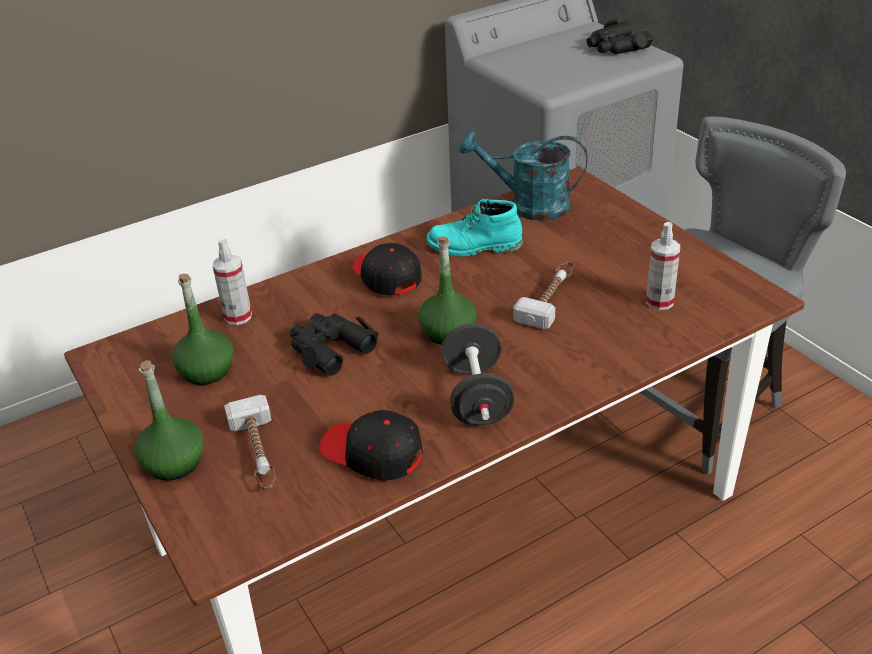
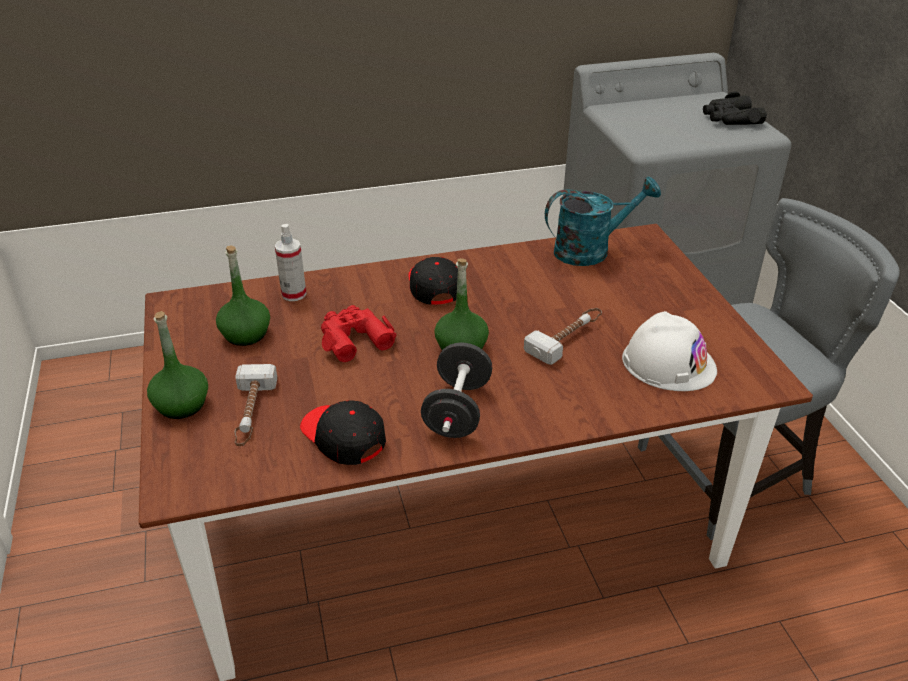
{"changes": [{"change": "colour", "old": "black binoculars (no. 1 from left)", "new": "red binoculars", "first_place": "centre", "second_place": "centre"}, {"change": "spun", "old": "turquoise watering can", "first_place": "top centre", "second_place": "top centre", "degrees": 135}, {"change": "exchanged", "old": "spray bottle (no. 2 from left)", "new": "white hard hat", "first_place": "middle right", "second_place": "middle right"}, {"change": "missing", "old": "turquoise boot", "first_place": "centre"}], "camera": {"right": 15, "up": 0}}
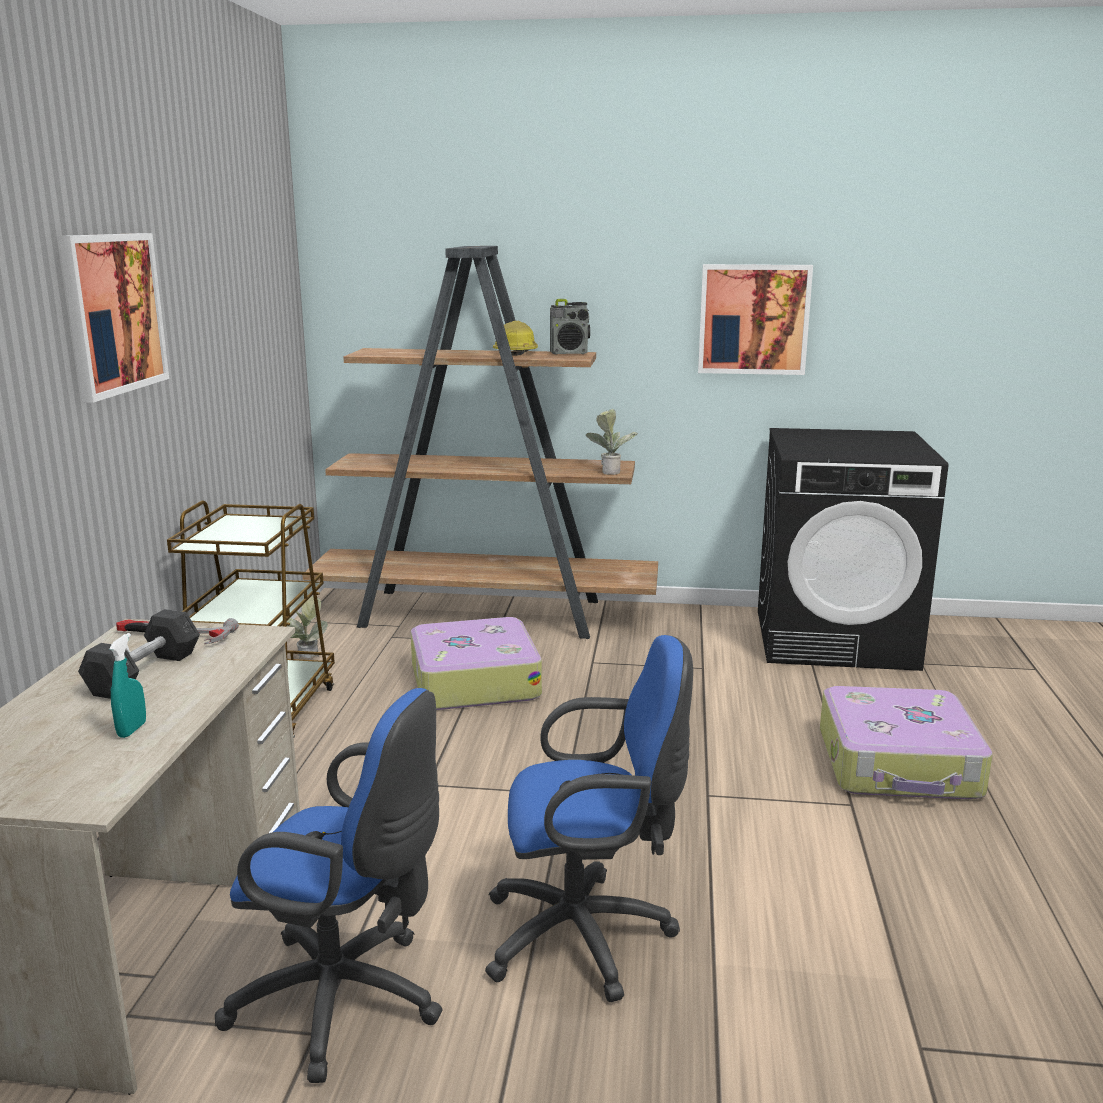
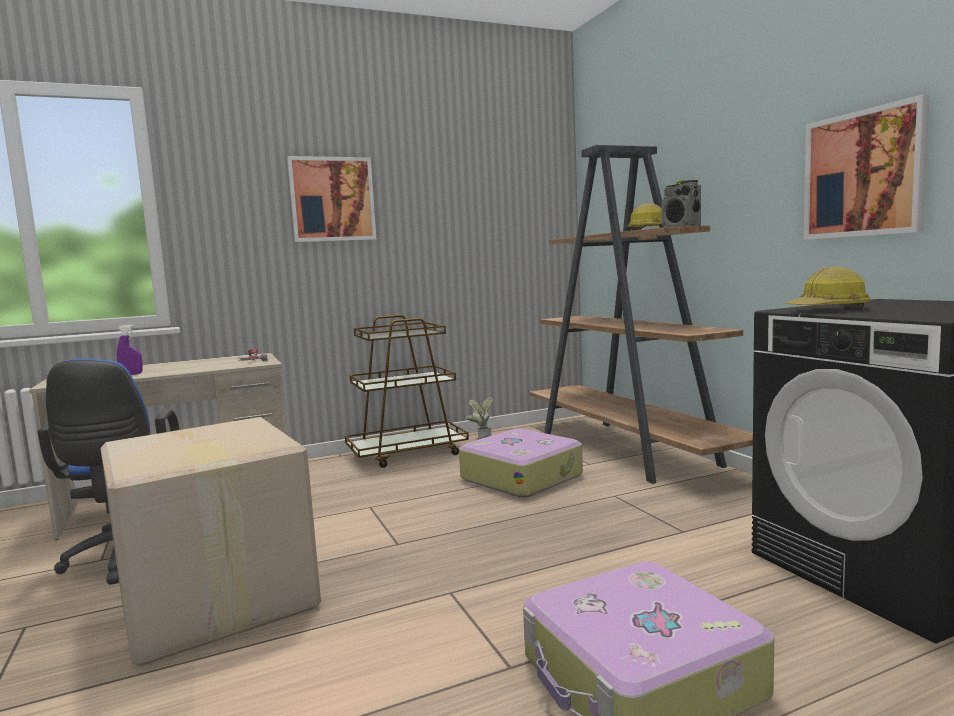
{"changes": [{"change": "exchanged", "old": "blue office chair (no. 2 from left)", "new": "cardboard box", "first_place": "bottom centre", "second_place": "bottom left"}, {"change": "colour", "old": "turquoise spray bottle", "new": "purple spray bottle", "first_place": "middle left", "second_place": "middle left"}, {"change": "appeared", "new": "hard hat (no. 2 from left)", "second_place": "middle right"}, {"change": "missing", "old": "grey dumbbell", "first_place": "middle left"}, {"change": "missing", "old": "potted plant (no. 2 from left)", "first_place": "centre"}], "camera": {"right": 60, "up": -10}}
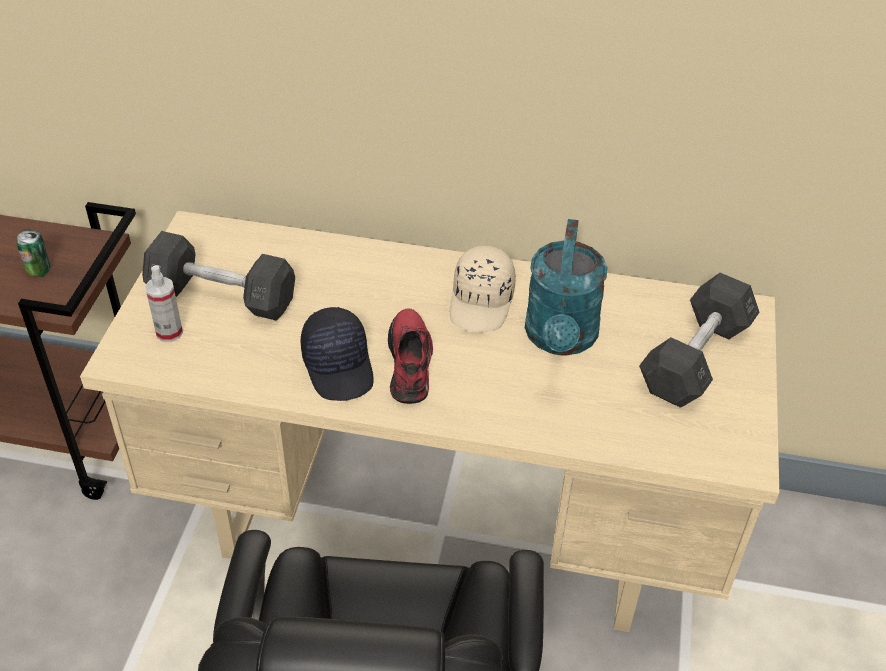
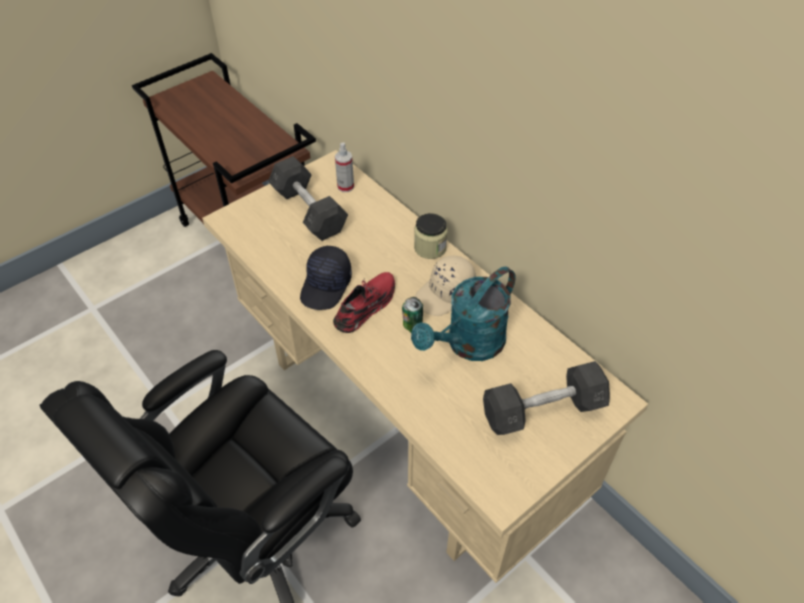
{"changes": [{"change": "relocated", "old": "spray bottle", "first_place": "middle left", "second_place": "top centre"}, {"change": "relocated", "old": "can", "first_place": "middle left", "second_place": "centre"}, {"change": "appeared", "new": "jar", "second_place": "centre"}], "camera": {"right": 40, "up": 5}}
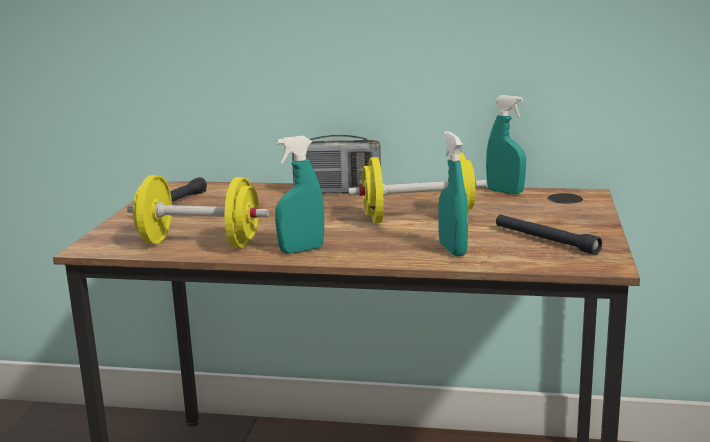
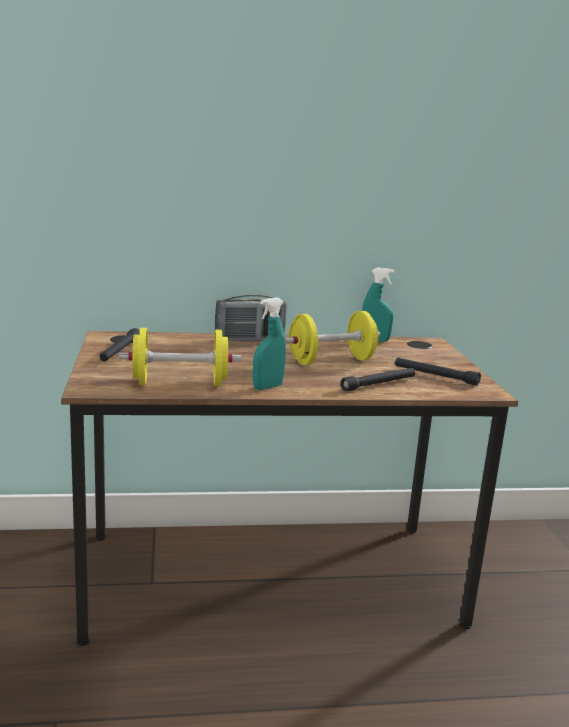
{"changes": [{"change": "exchanged", "old": "turquoise spray bottle (no. 2 from left)", "new": "black flashlight (no. 2 from left)", "first_place": "centre", "second_place": "centre"}], "camera": {"right": -20, "up": 0}}
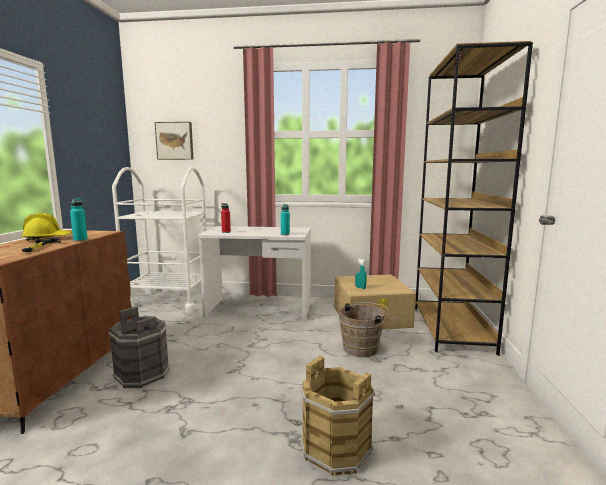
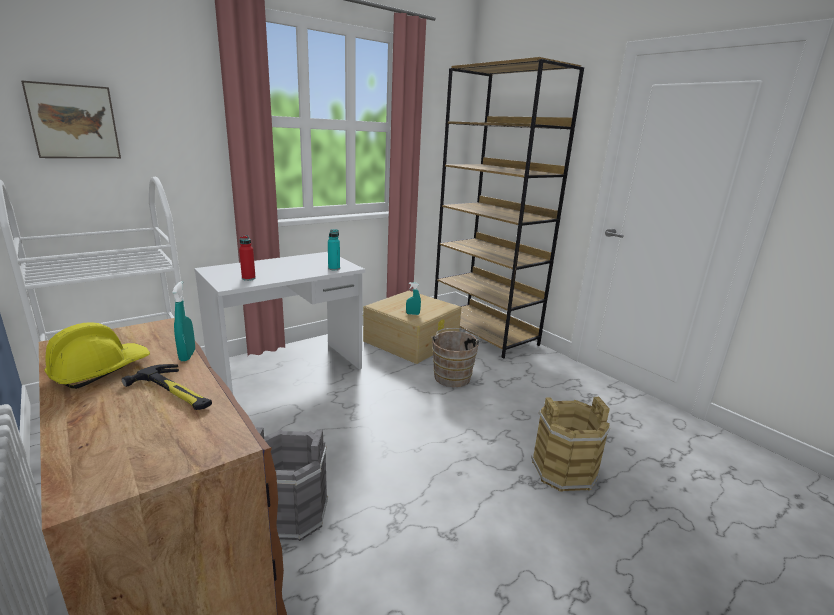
{"changes": [{"change": "exchanged", "old": "turquoise bottle (no. 1 from left)", "new": "turquoise spray bottle (no. 1 from left)", "first_place": "middle left", "second_place": "middle left"}], "camera": {"right": -45, "up": 10}}
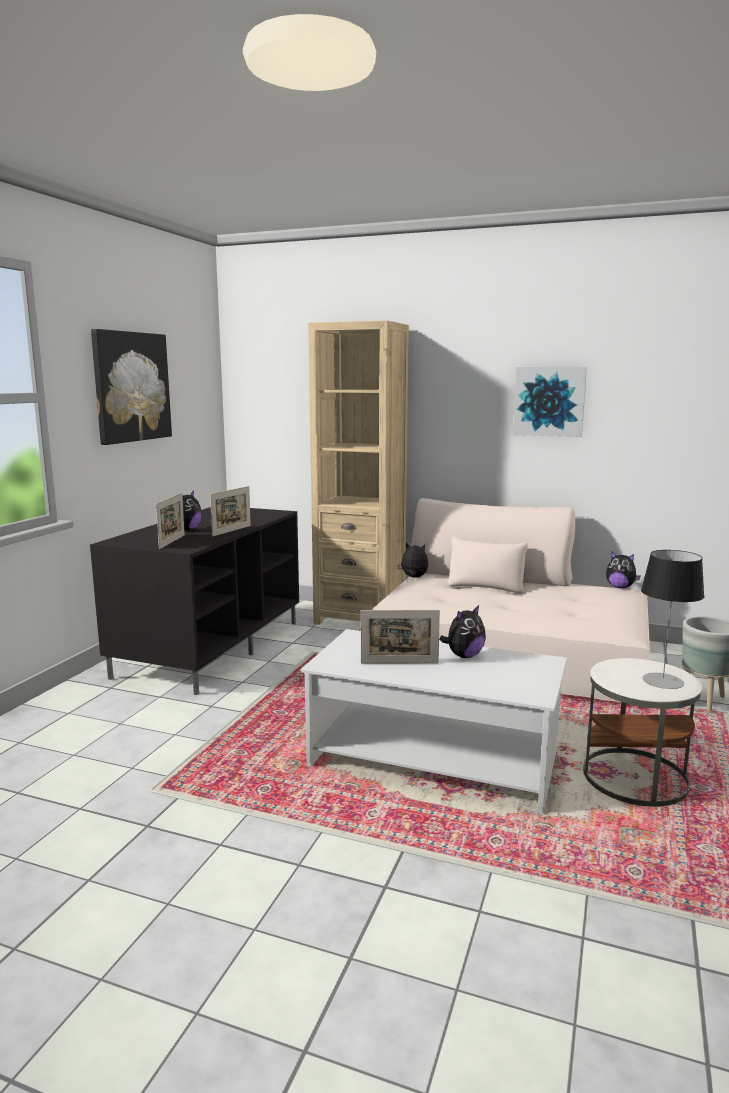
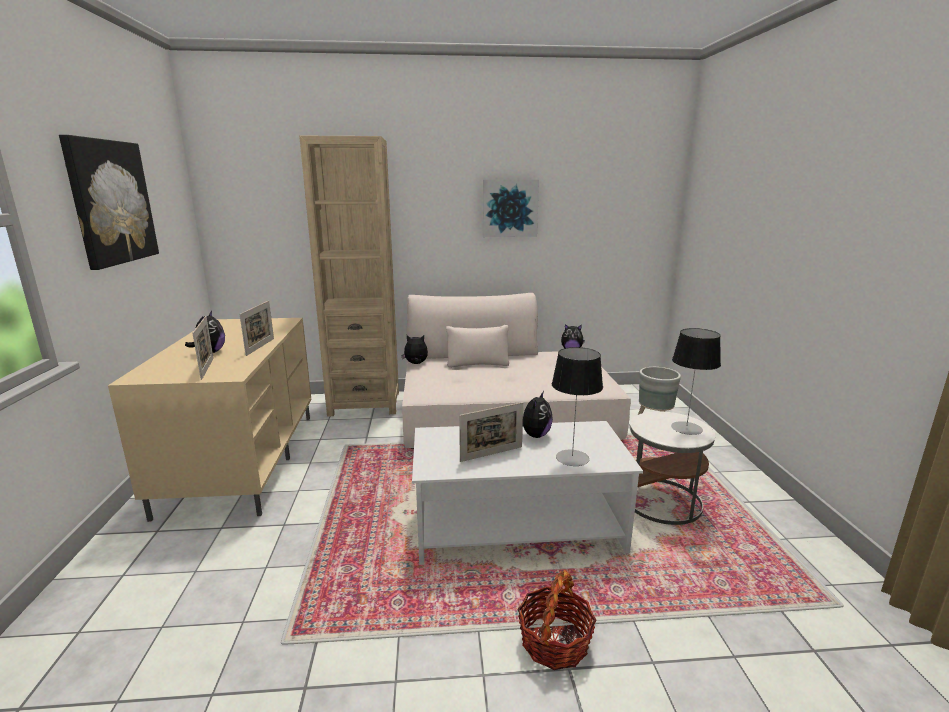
{"changes": [{"change": "colour", "old": "black tv stand", "new": "beige tv stand", "first_place": "middle left", "second_place": "middle left"}, {"change": "appeared", "new": "basket", "second_place": "bottom centre"}, {"change": "appeared", "new": "table lamp (no. 1 from left)", "second_place": "centre"}], "camera": {"right": -25, "up": 5}}
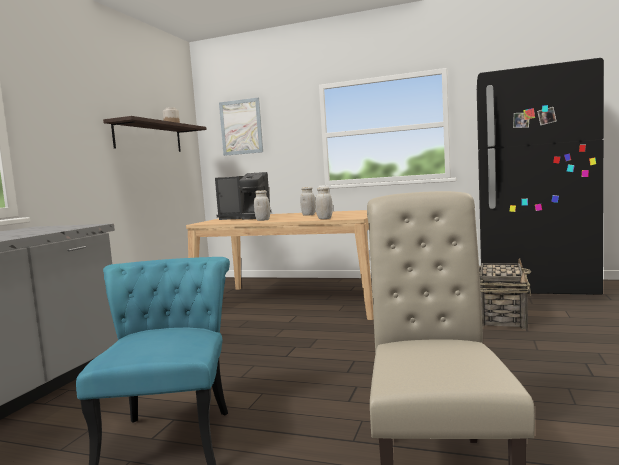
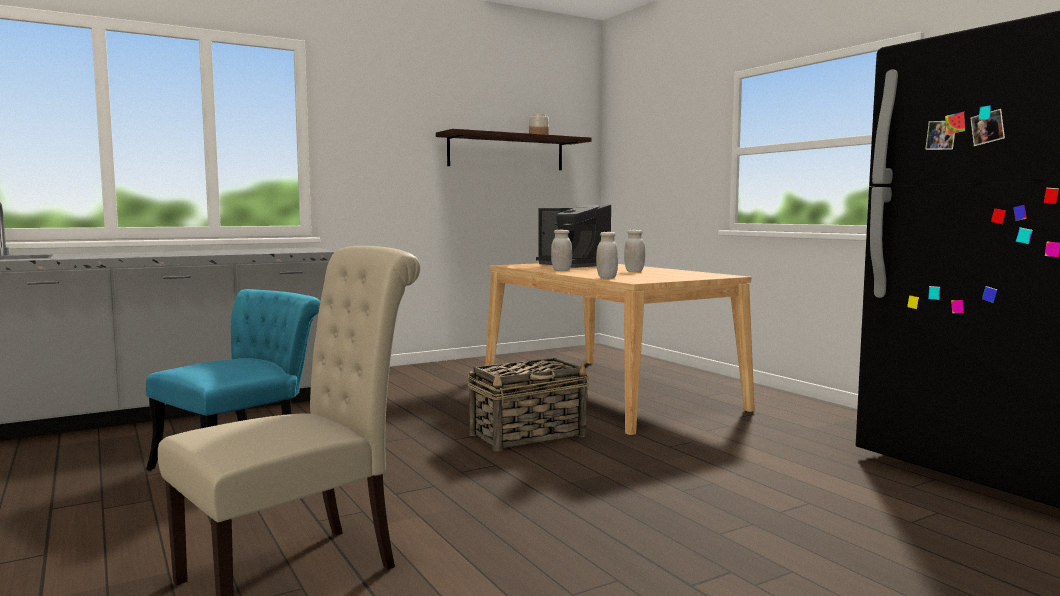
{"changes": [{"change": "relocated", "old": "basket", "first_place": "middle right", "second_place": "bottom centre"}, {"change": "missing", "old": "picture", "first_place": "top centre"}], "camera": {"right": 40, "up": 0}}
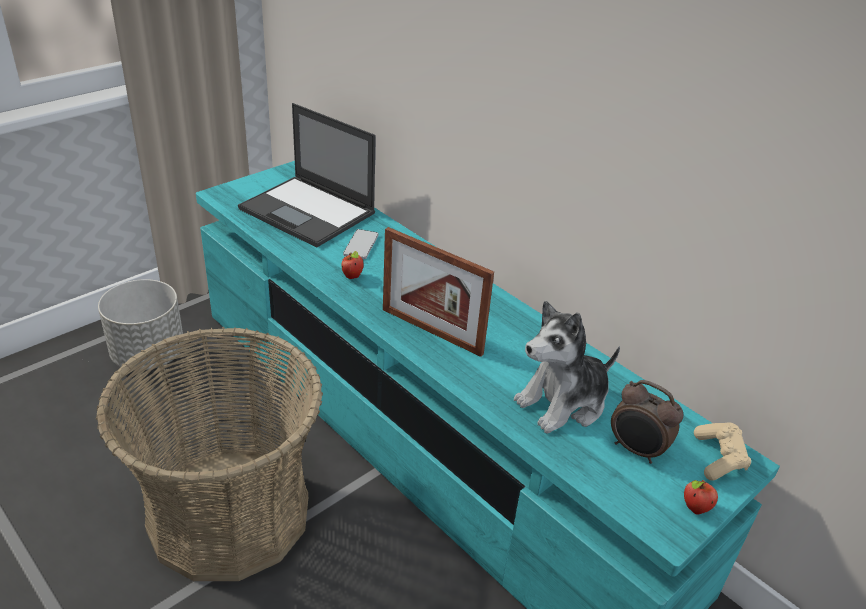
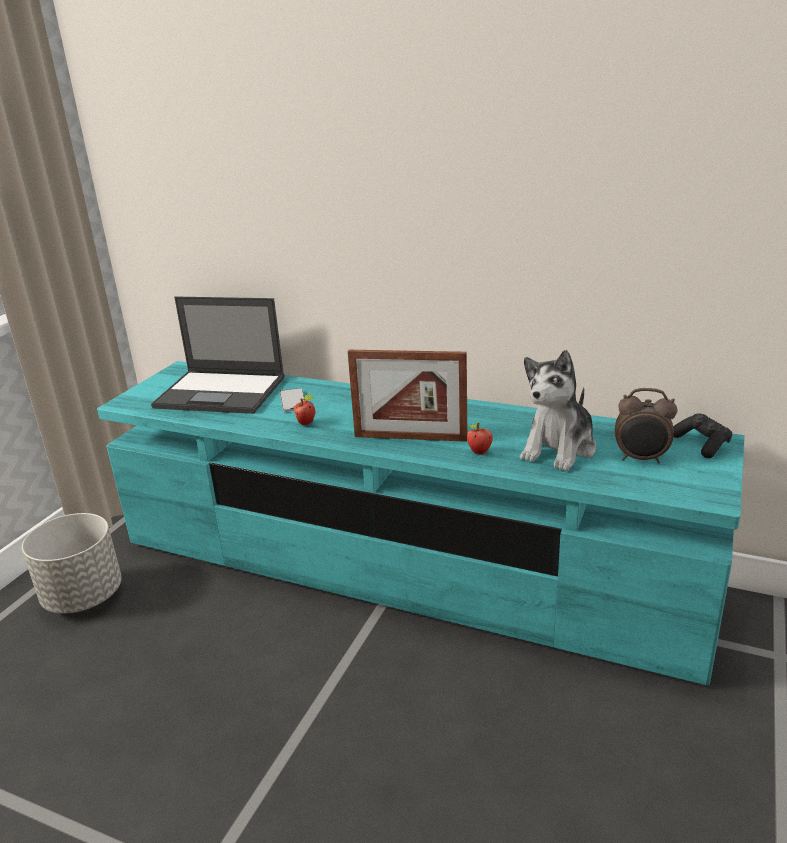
{"changes": [{"change": "relocated", "old": "apple (no. 2 from left)", "first_place": "bottom right", "second_place": "centre"}, {"change": "colour", "old": "beige game controller", "new": "black game controller", "first_place": "bottom right", "second_place": "middle right"}, {"change": "missing", "old": "basket", "first_place": "bottom left"}], "camera": {"right": -20, "up": -10}}
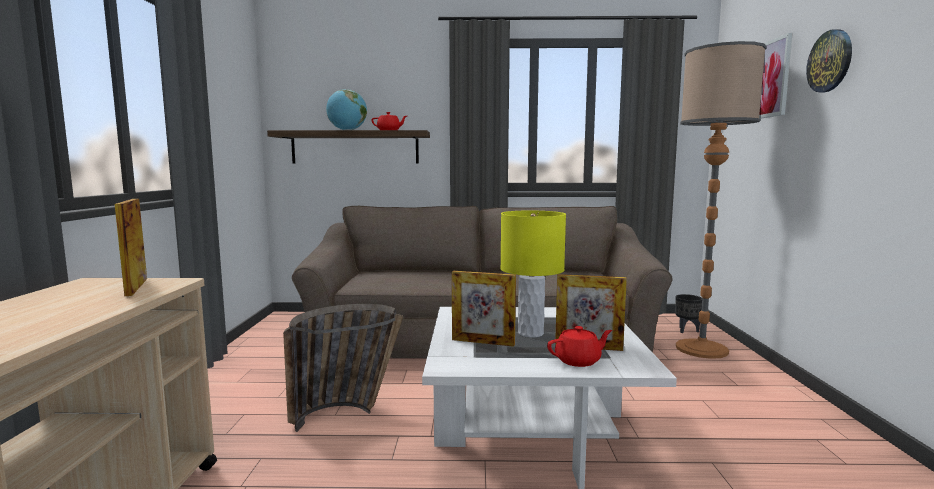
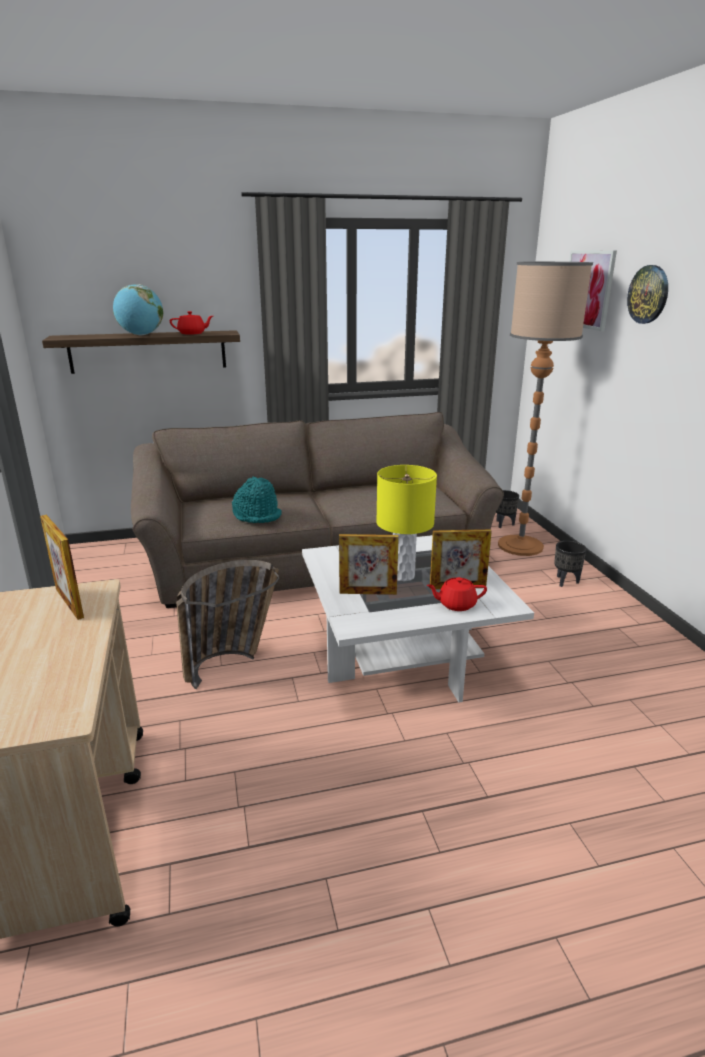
{"changes": [{"change": "appeared", "new": "turquoise hat", "second_place": "centre"}, {"change": "spun", "old": "red teapot (no. 2 from left)", "first_place": "bottom centre", "second_place": "centre", "degrees": -150}, {"change": "appeared", "new": "black planter (no. 2 from left)", "second_place": "middle right"}], "camera": {"right": -15, "up": 15}}
